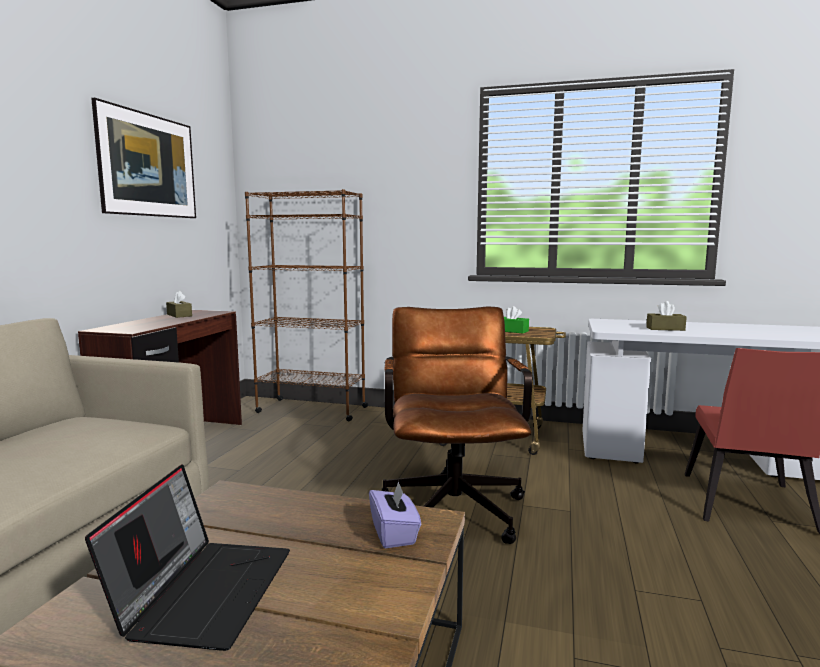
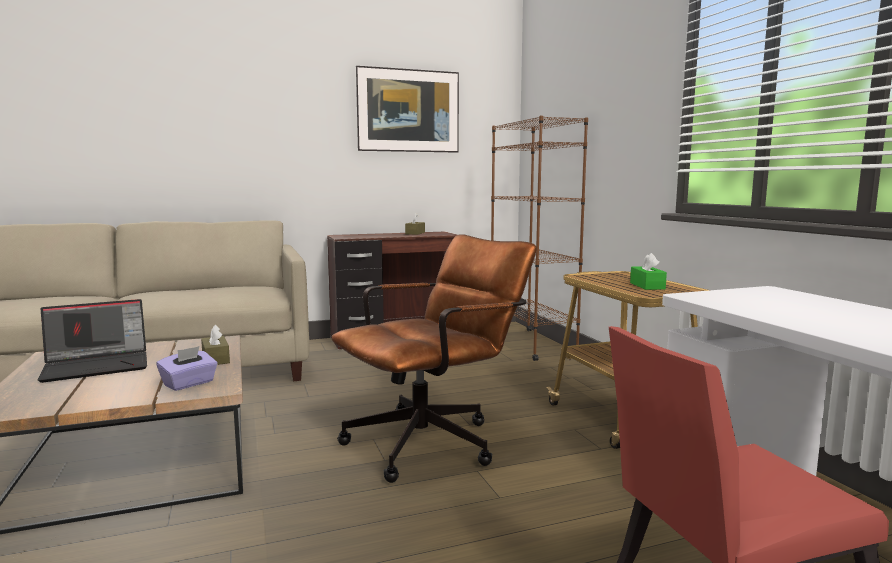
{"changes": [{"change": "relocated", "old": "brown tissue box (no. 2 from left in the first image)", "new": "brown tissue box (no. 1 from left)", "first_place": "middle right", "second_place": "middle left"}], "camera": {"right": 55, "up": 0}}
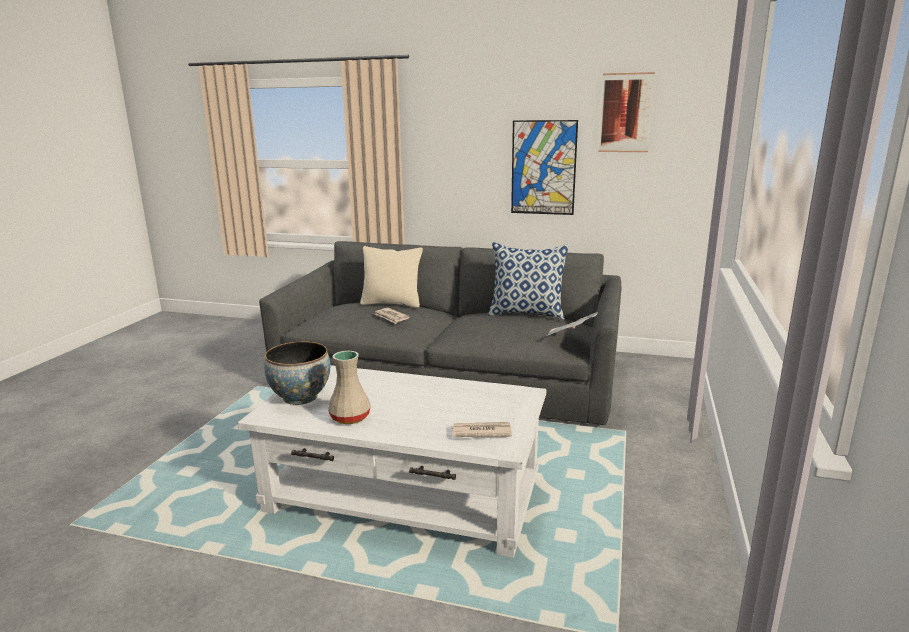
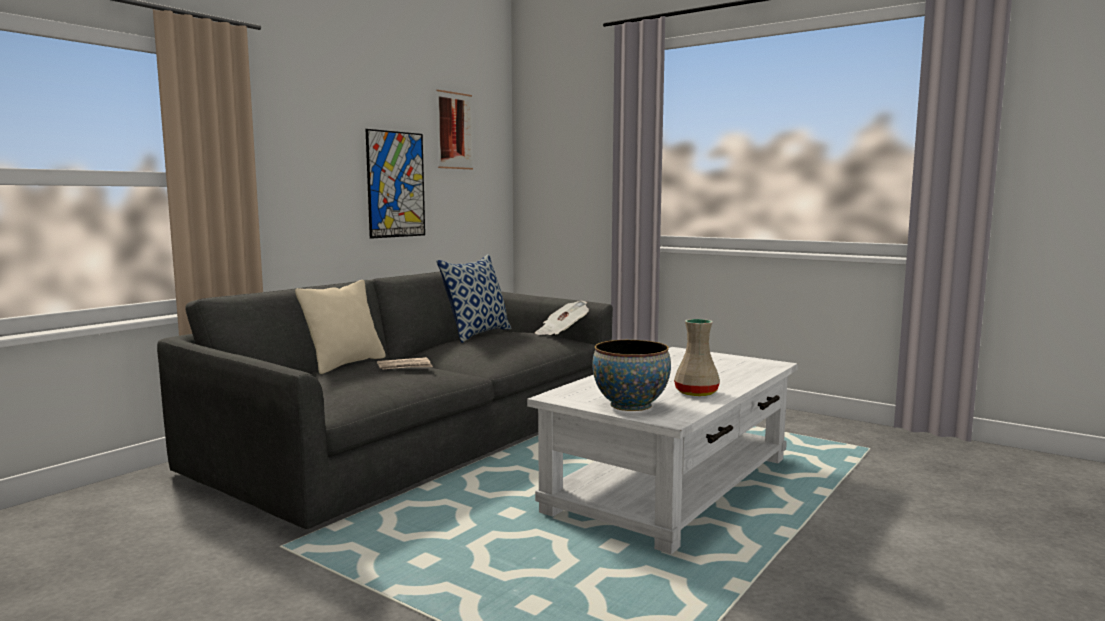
{"changes": [{"change": "missing", "old": "newspaper (no. 2 from left)", "first_place": "bottom centre"}], "camera": {"right": -70, "up": -10}}
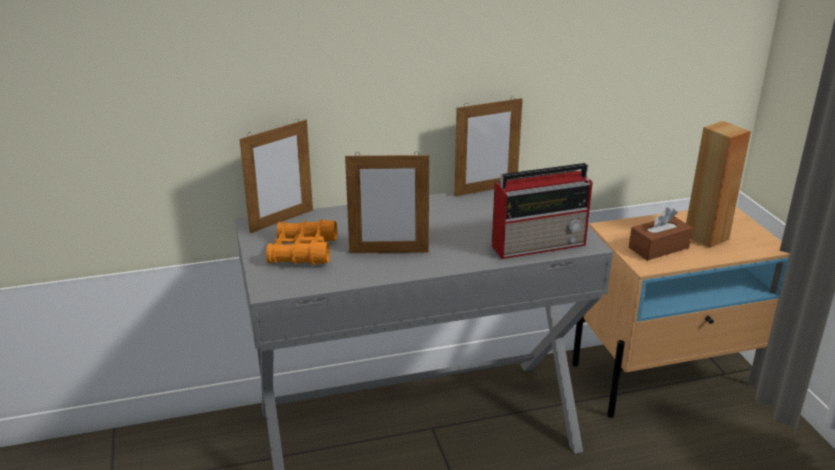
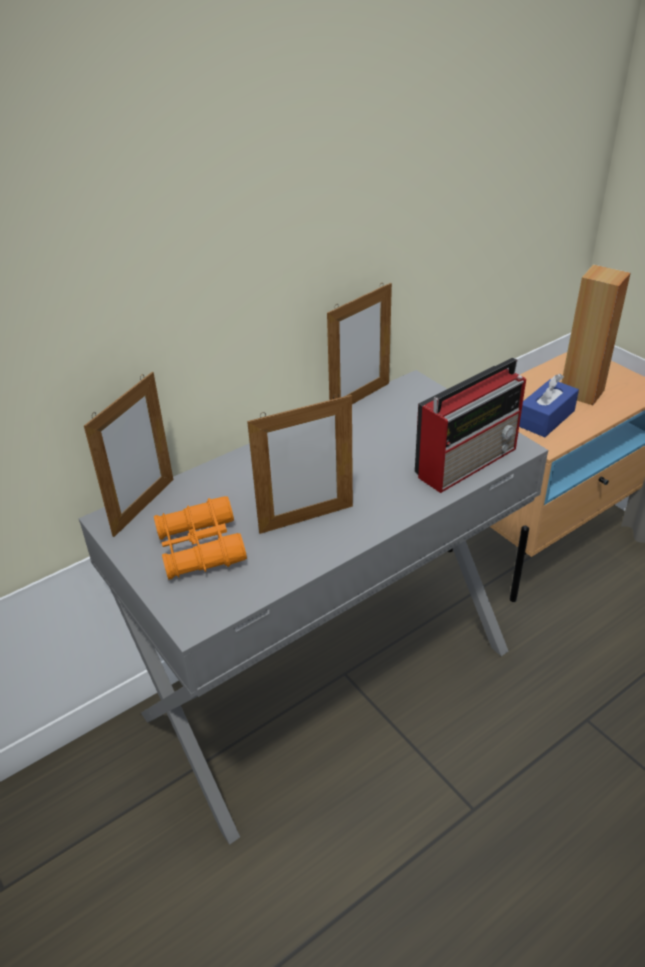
{"changes": [{"change": "colour", "old": "brown tissue box", "new": "blue tissue box", "first_place": "middle right", "second_place": "middle right"}], "camera": {"right": -20, "up": 10}}
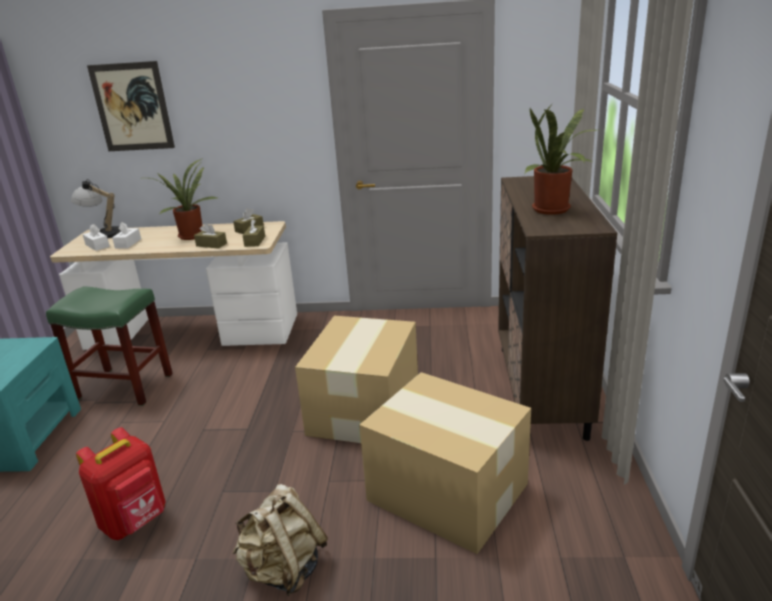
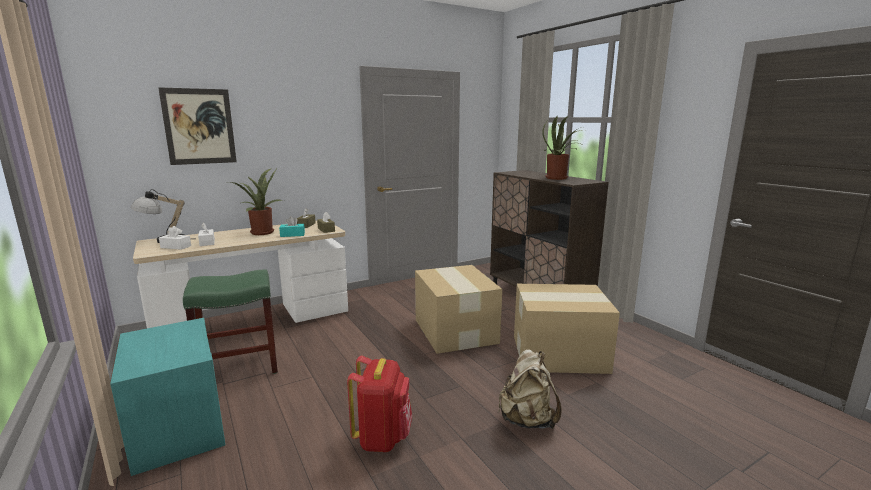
{"changes": [{"change": "colour", "old": "brown tissue box (no. 1 from left)", "new": "turquoise tissue box", "first_place": "middle left", "second_place": "centre"}], "camera": {"right": -35, "up": -10}}
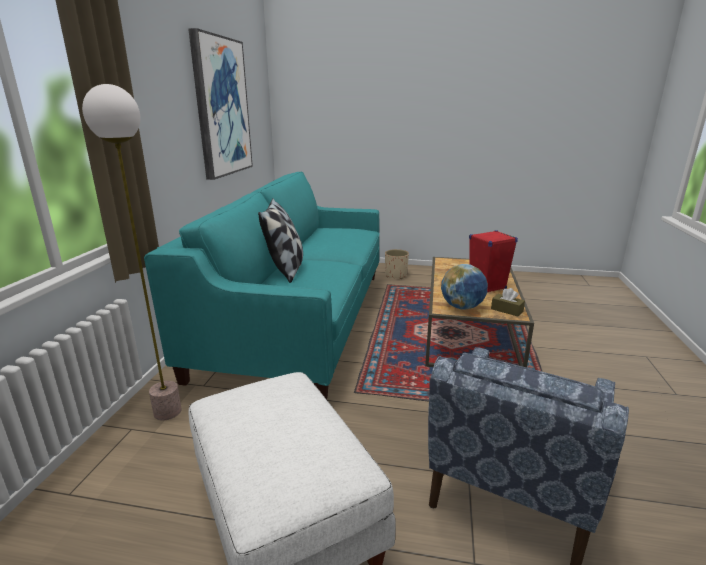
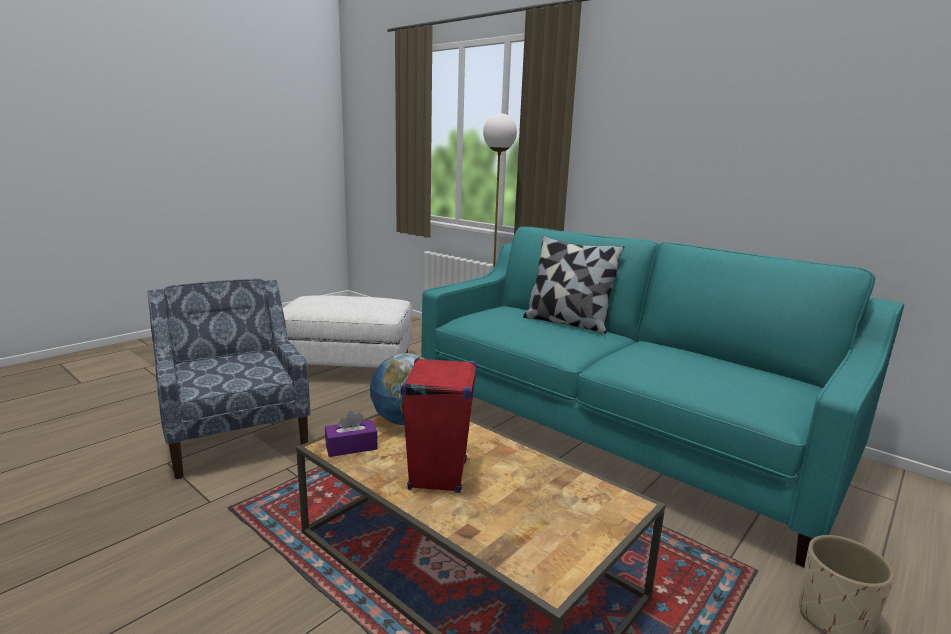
{"changes": [{"change": "colour", "old": "brown tissue box", "new": "purple tissue box", "first_place": "middle right", "second_place": "bottom centre"}, {"change": "missing", "old": "picture", "first_place": "top left"}], "camera": {"right": 120, "up": -5}}
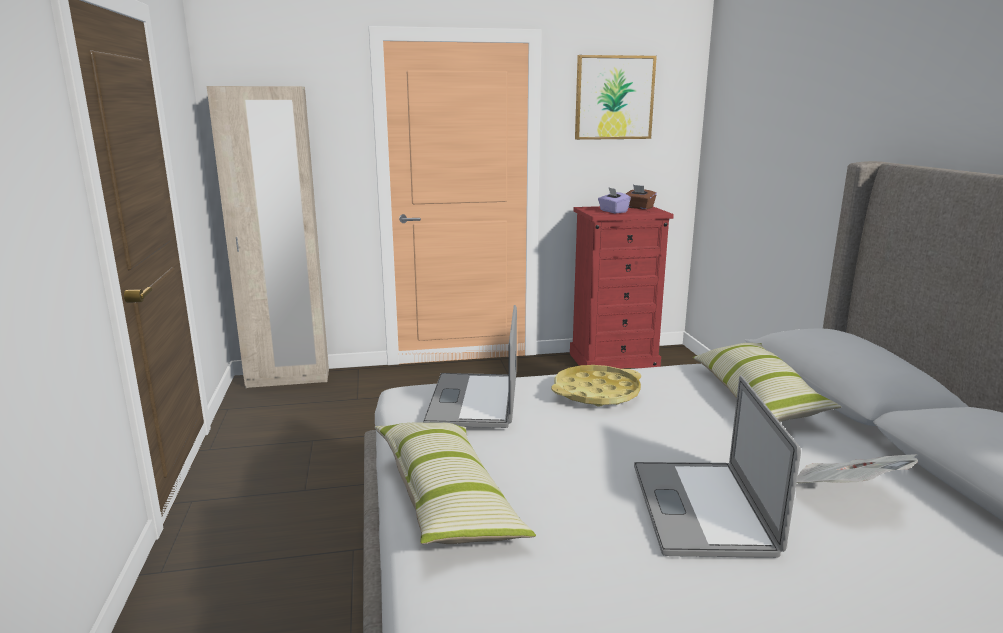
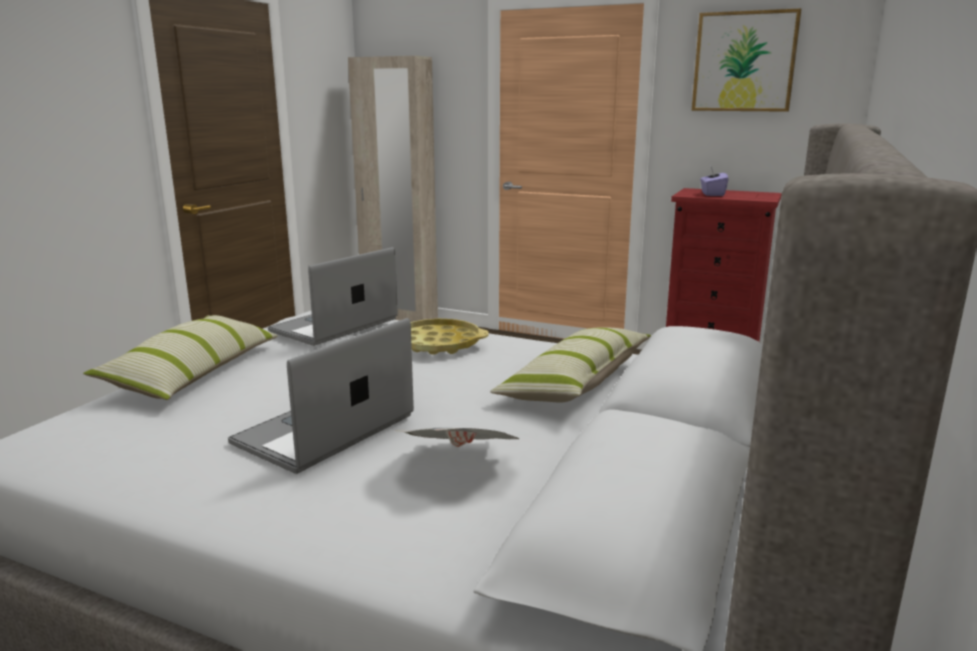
{"changes": [{"change": "missing", "old": "brown tissue box", "first_place": "top centre"}], "camera": {"right": 35, "up": 0}}
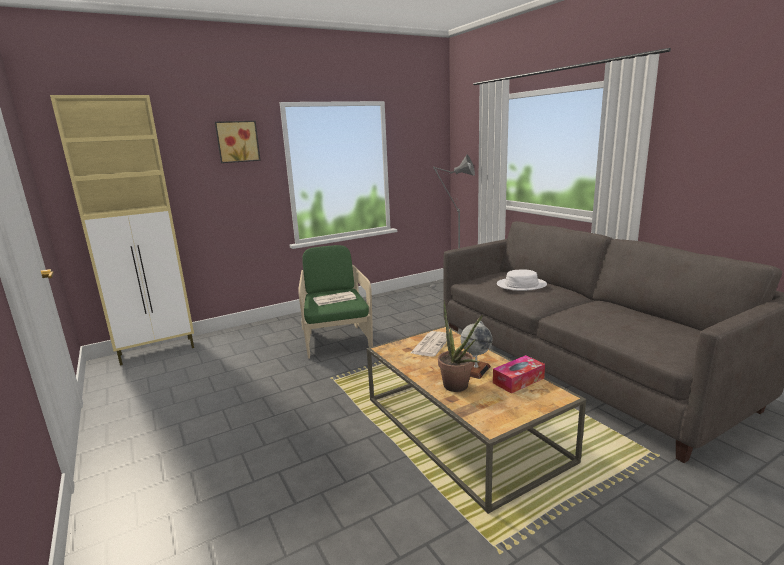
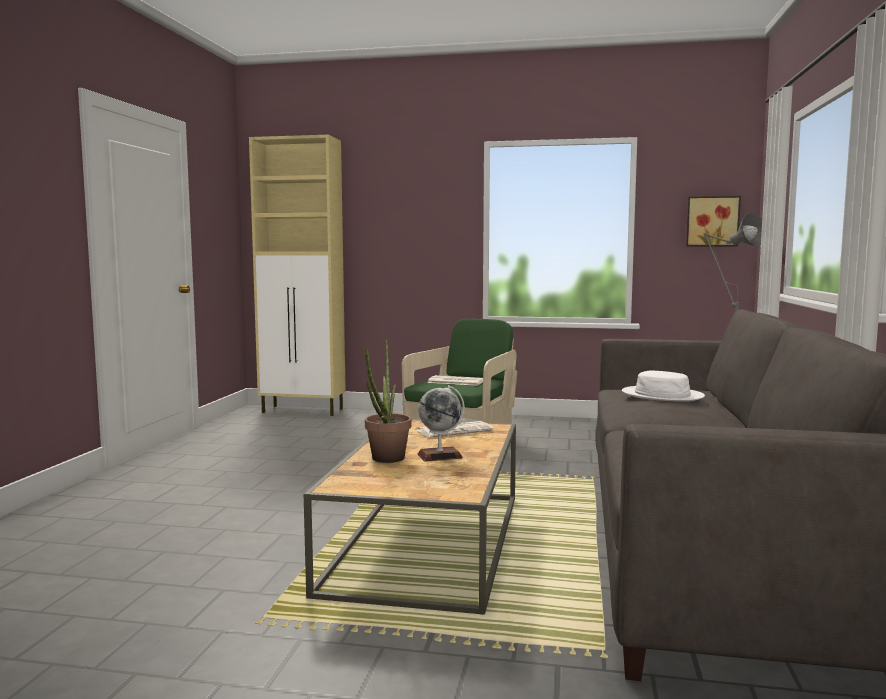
{"changes": [{"change": "relocated", "old": "picture", "first_place": "top left", "second_place": "top right"}, {"change": "missing", "old": "tissue box", "first_place": "centre"}], "camera": {"right": 40, "up": -10}}
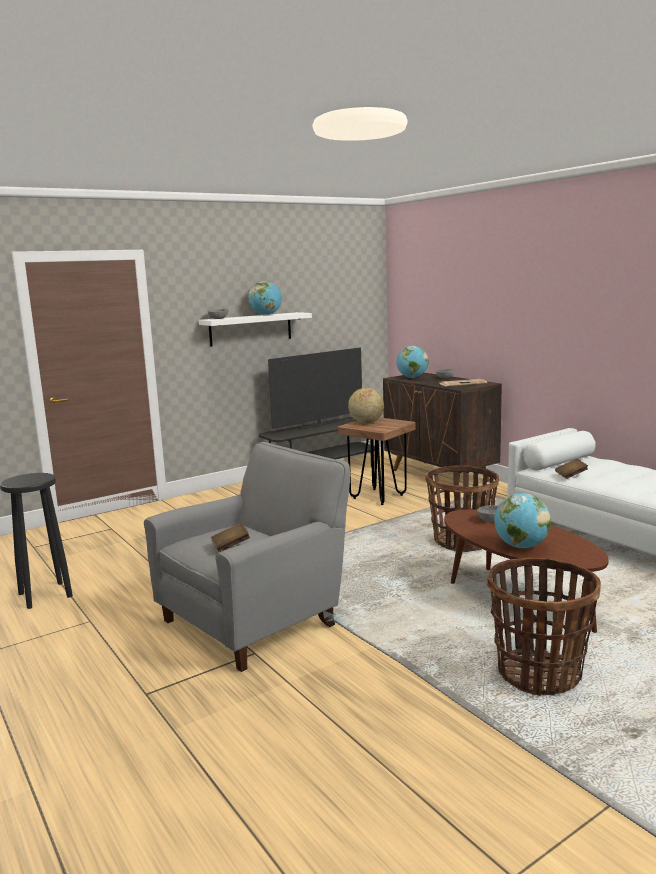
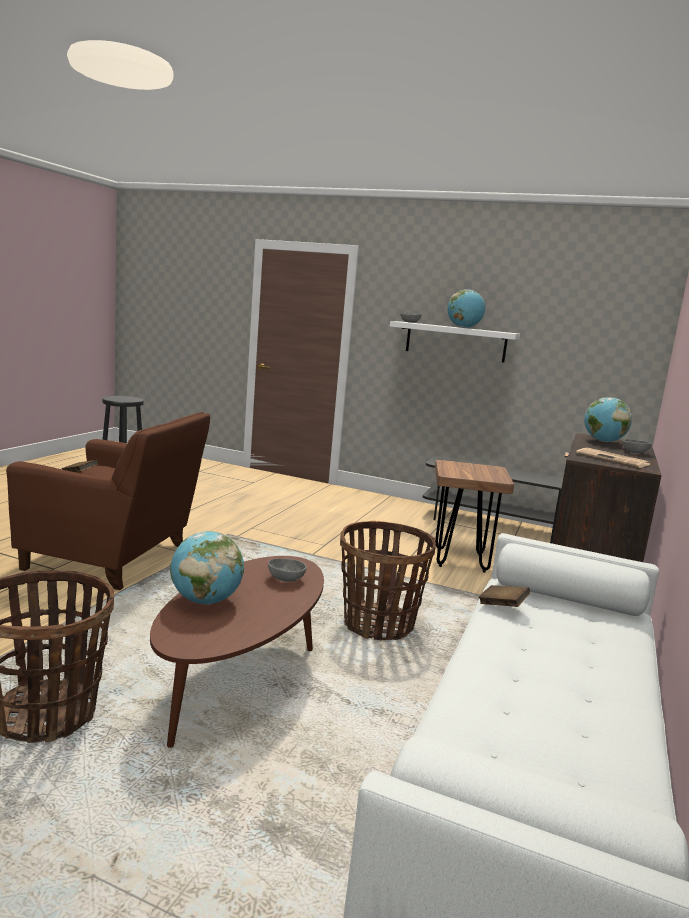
{"changes": [{"change": "colour", "old": "grey armchair", "new": "brown armchair", "first_place": "centre", "second_place": "middle left"}, {"change": "missing", "old": "television", "first_place": "centre"}, {"change": "missing", "old": "globe (no. 2 from left)", "first_place": "centre"}], "camera": {"right": 55, "up": 0}}
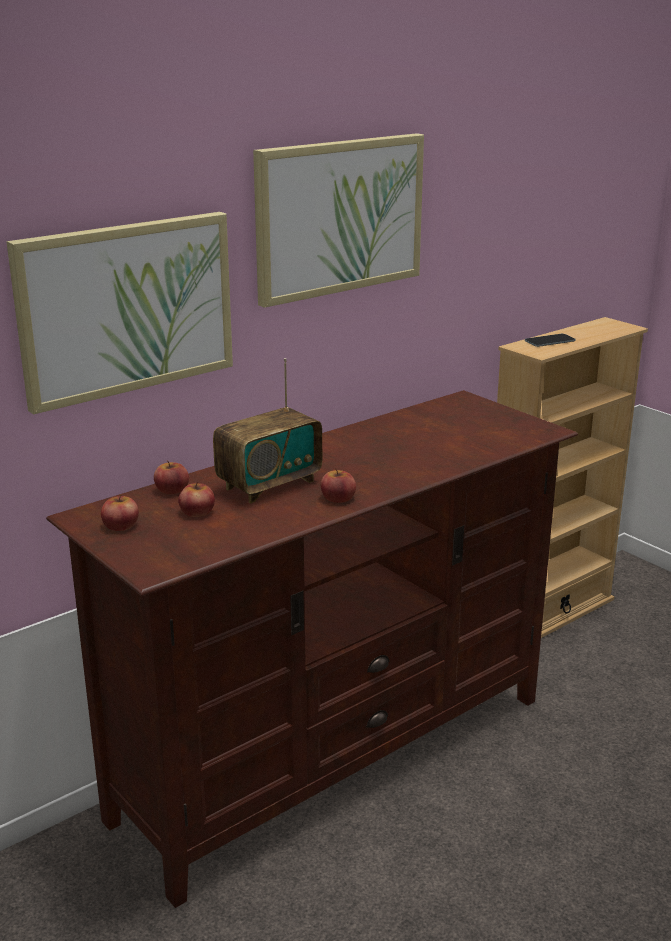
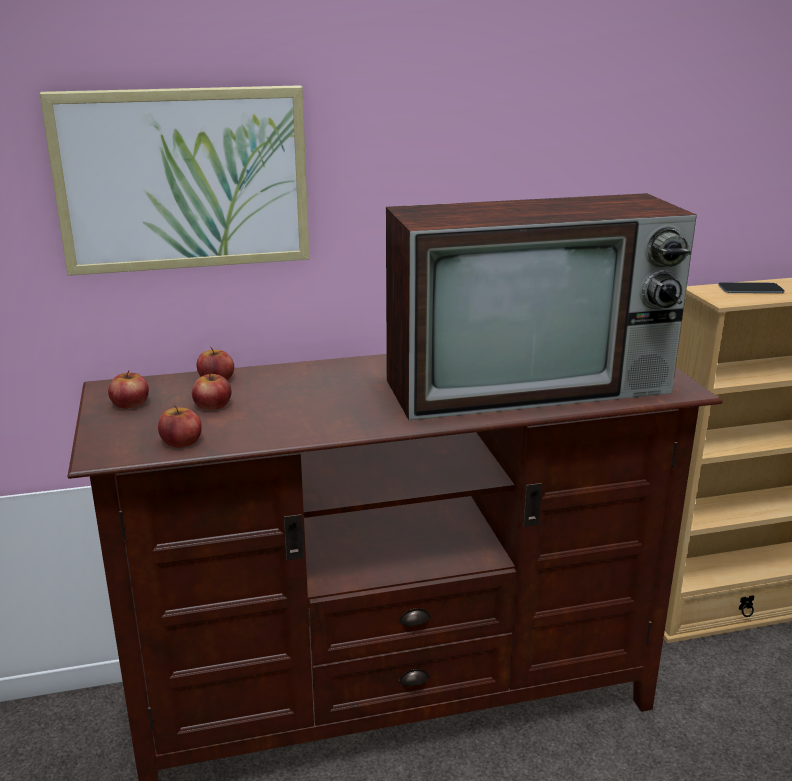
{"changes": [{"change": "relocated", "old": "apple (no. 4 from left in the first image)", "new": "apple (no. 2 from left)", "first_place": "centre", "second_place": "middle left"}, {"change": "appeared", "new": "television", "second_place": "middle right"}, {"change": "missing", "old": "radio", "first_place": "centre"}, {"change": "missing", "old": "picture (no. 2 from left)", "first_place": "top centre"}], "camera": {"right": 25, "up": 0}}
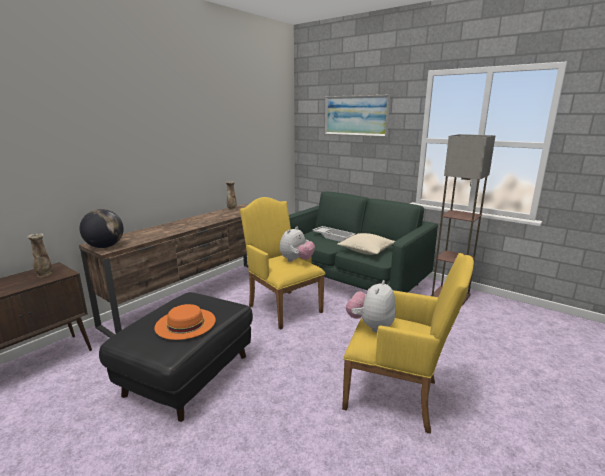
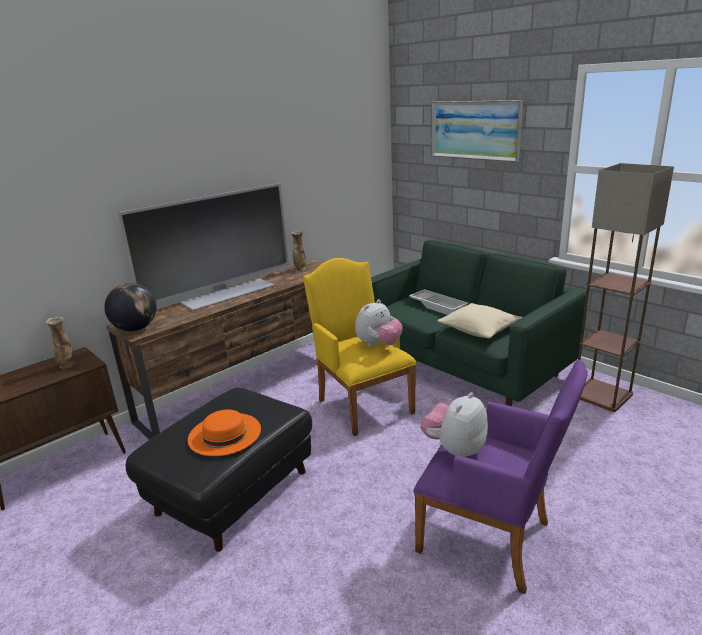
{"changes": [{"change": "appeared", "new": "television", "second_place": "middle left"}, {"change": "colour", "old": "yellow armchair (no. 2 from left)", "new": "purple armchair", "first_place": "bottom right", "second_place": "bottom right"}], "camera": {"right": 10, "up": 5}}
